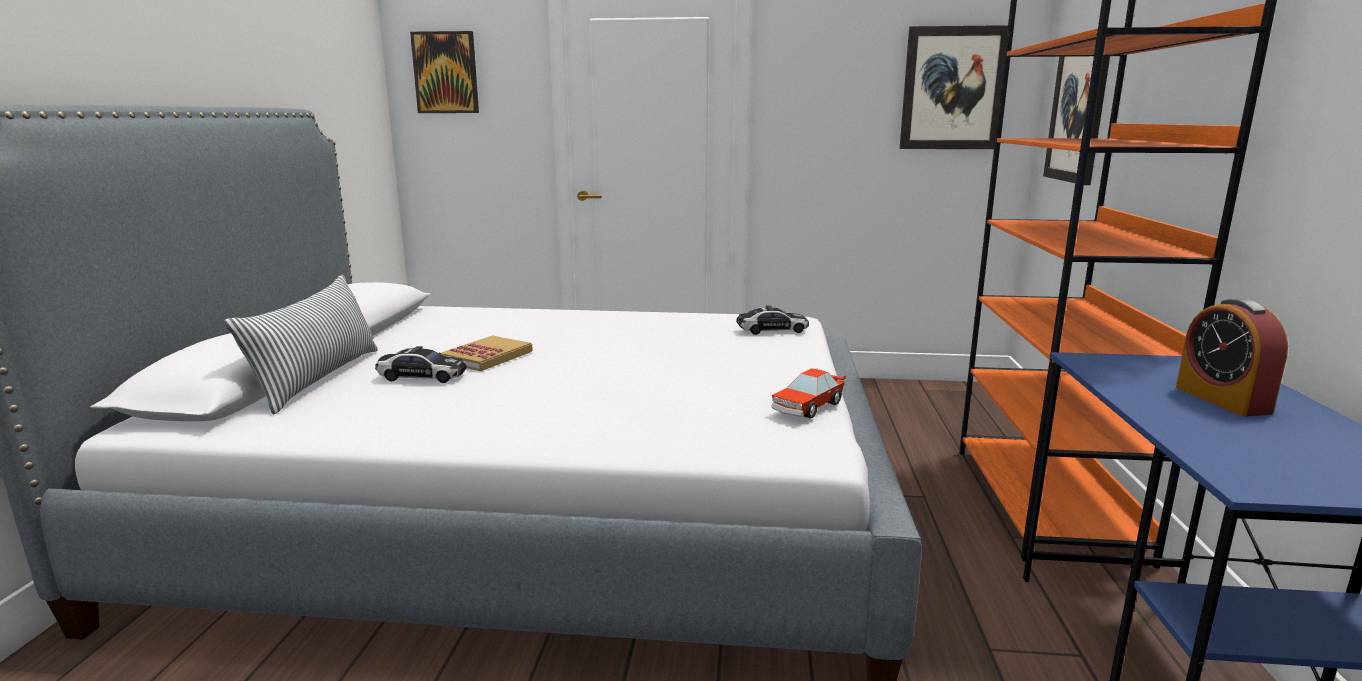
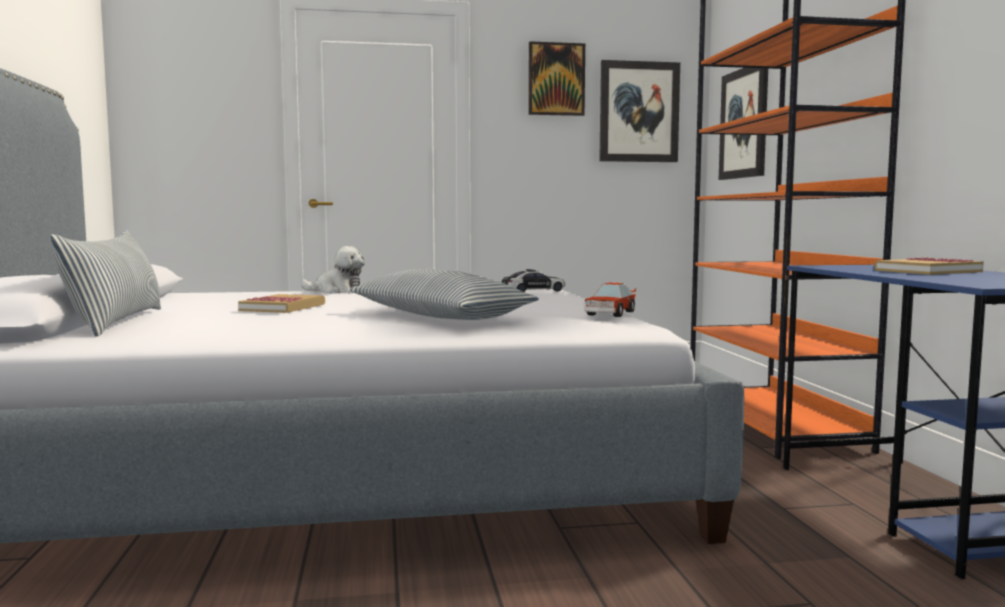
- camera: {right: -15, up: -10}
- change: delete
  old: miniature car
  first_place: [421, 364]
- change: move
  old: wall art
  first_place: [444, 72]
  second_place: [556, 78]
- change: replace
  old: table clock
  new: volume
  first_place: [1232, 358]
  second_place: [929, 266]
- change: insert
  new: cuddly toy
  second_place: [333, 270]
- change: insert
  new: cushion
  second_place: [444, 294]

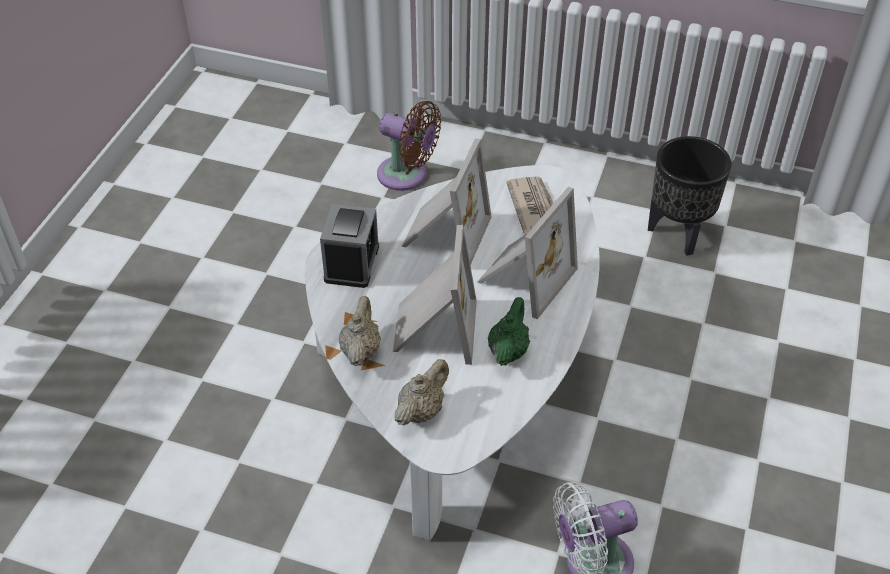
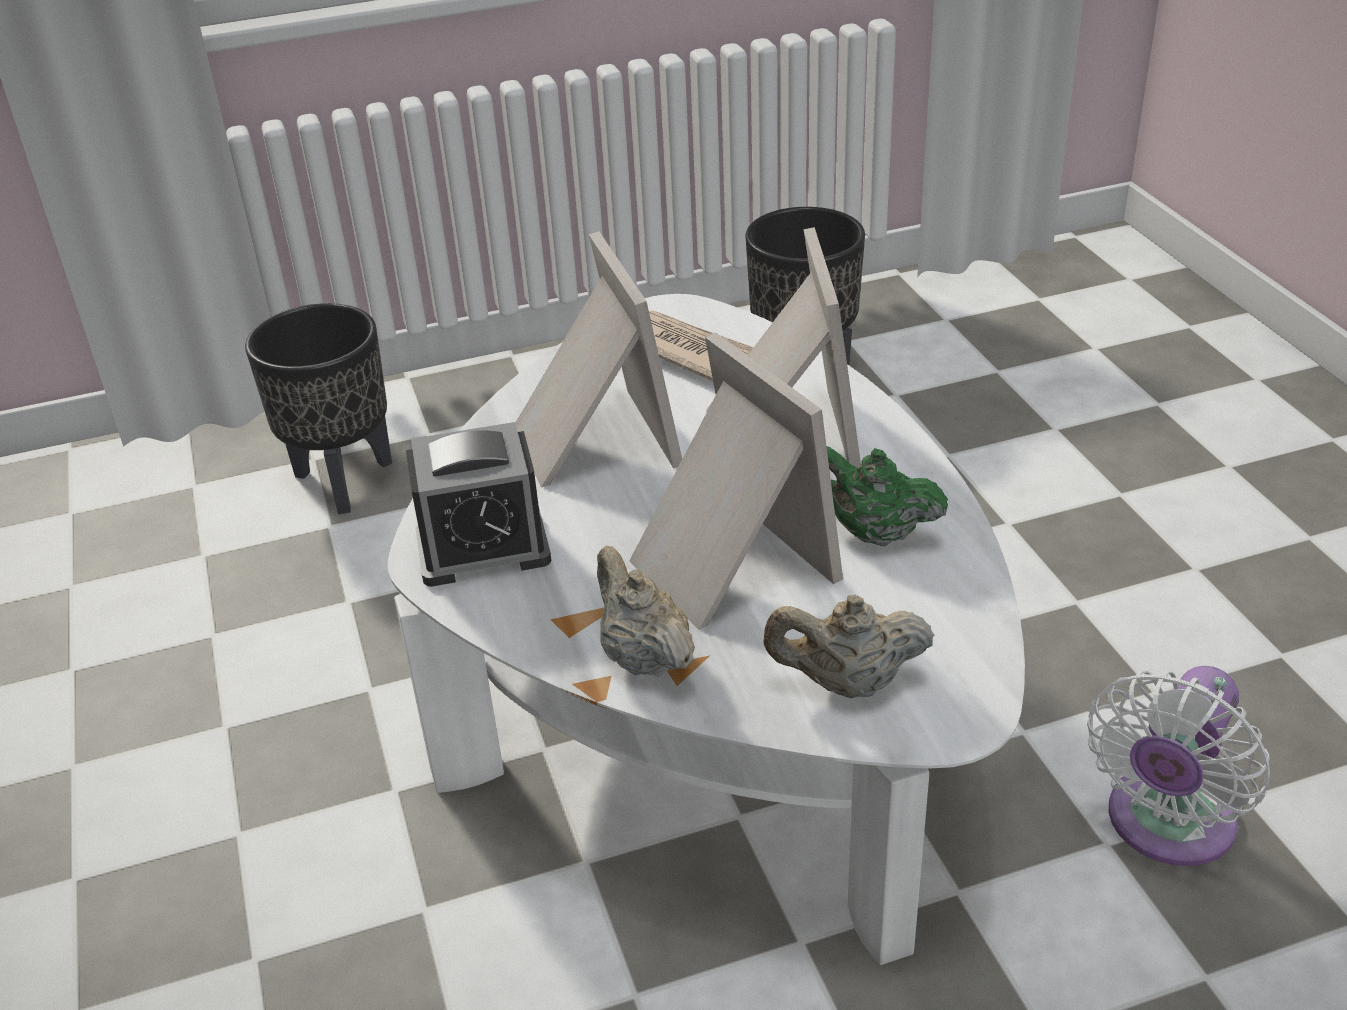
- camera: {right: -35, up: -10}
- change: rotate
  old: table clock
  first_place: [349, 246]
  second_place: [478, 504]
  degrees: 105
- change: replace
  old: cooling fan in brown
  new: flower pot in black-coloured
  first_place: [409, 146]
  second_place: [318, 408]
- change: rotate
  old: teapot in sand-coloured
  first_place: [422, 392]
  second_place: [848, 646]
  degrees: -90
- change: rotate
  old: teapot in green
  first_place: [509, 331]
  second_place: [887, 496]
  degrees: -45

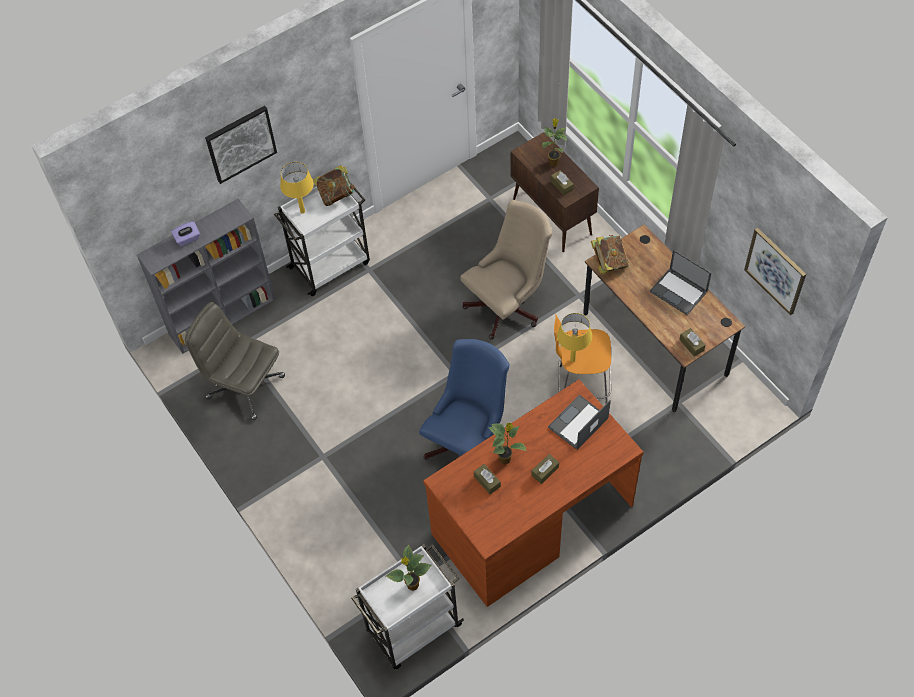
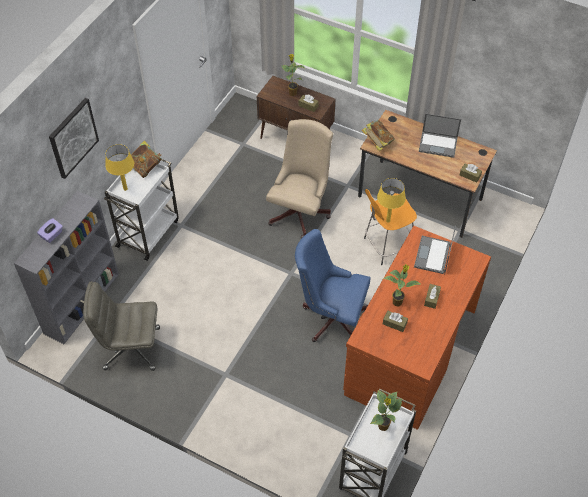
- camera: {right: -30, up: -5}
- change: rotate
  old: computer chair in blue-coloured
  first_place: [464, 399]
  second_place: [333, 285]
  degrees: -75
- change: delete
  old: wall art
  first_place: [775, 272]

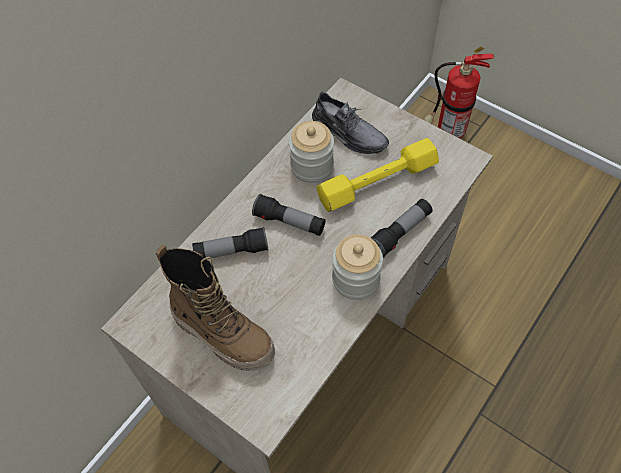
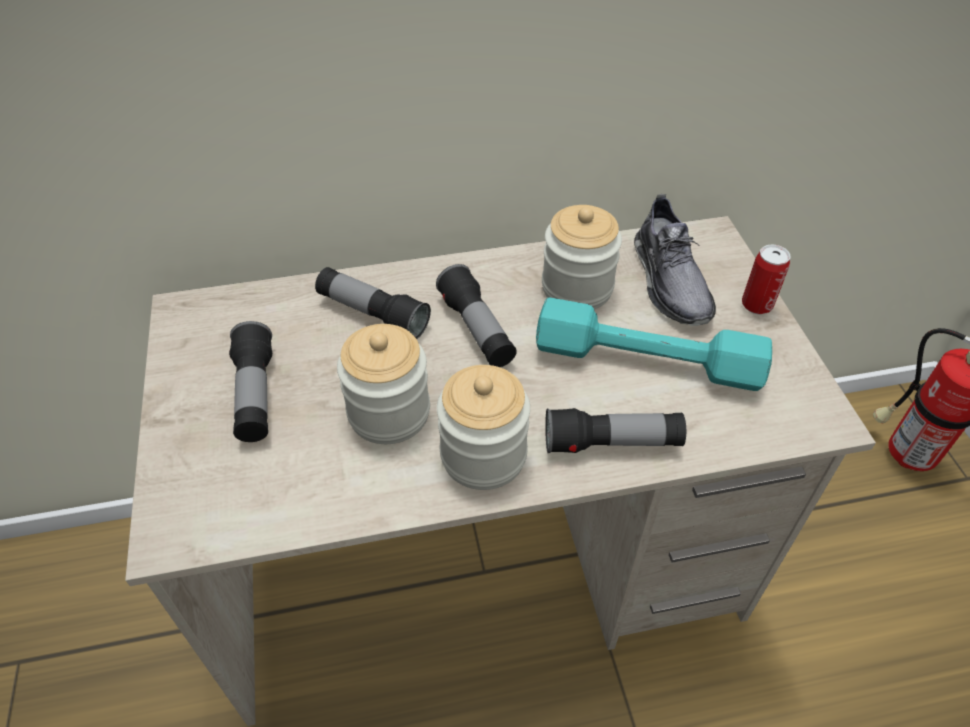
- camera: {right: 40, up: -10}
- change: replace
  old: high-top boot
  new: hand torch
  first_place: [215, 307]
  second_place: [250, 381]
- change: recolor
  old: free weight in yellow-coloured
  new: free weight in turquoise-coloured
  first_place: [377, 175]
  second_place: [654, 344]
- change: insert
  new: storage jar
  second_place: [383, 384]
- change: insert
  new: can
  second_place: [766, 279]

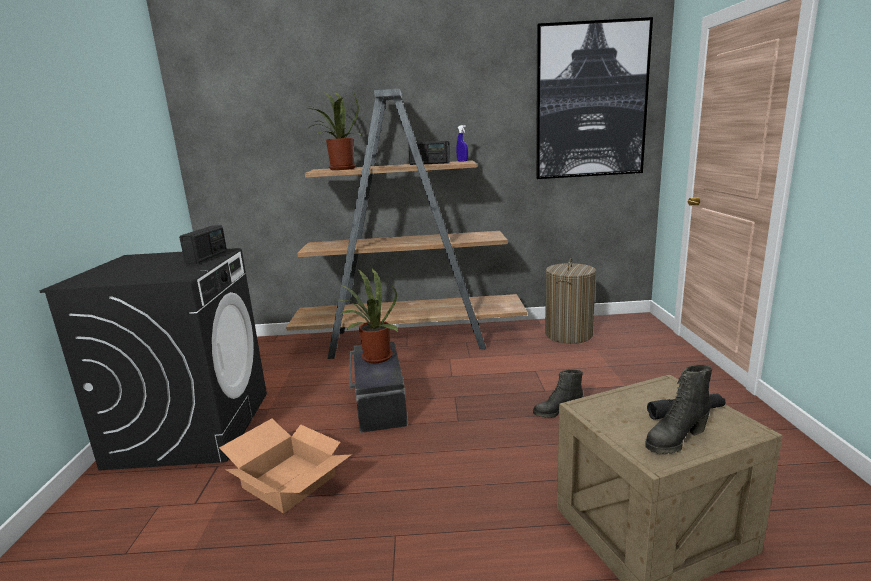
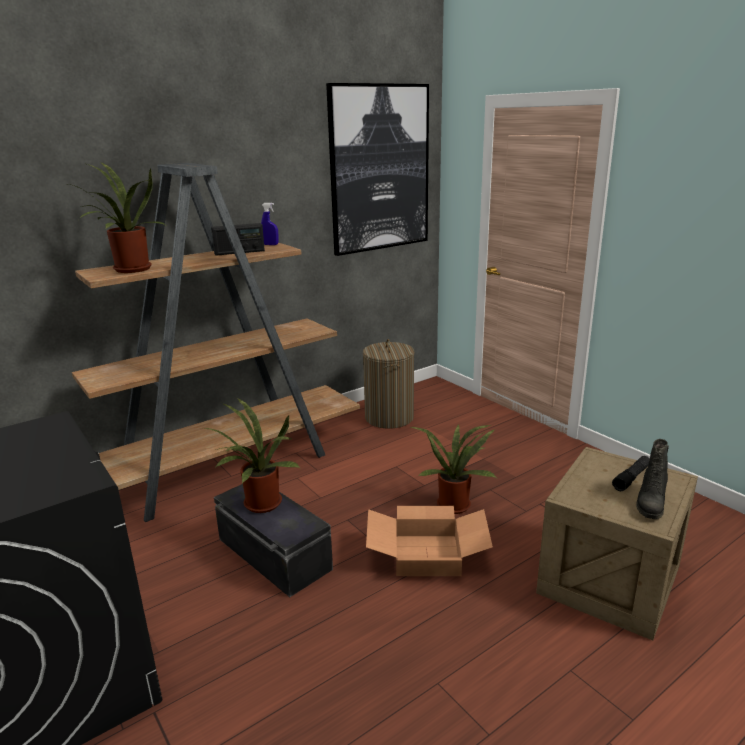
- camera: {right: -35, up: 5}
- change: delete
  old: radio receiver
  first_place: [203, 244]
- change: move
  old: cardboard box
  first_place: [285, 465]
  second_place: [429, 541]
- change: replace
  old: high-top boot in black-coloured
  new: potted plant
  first_place: [558, 393]
  second_place: [453, 469]

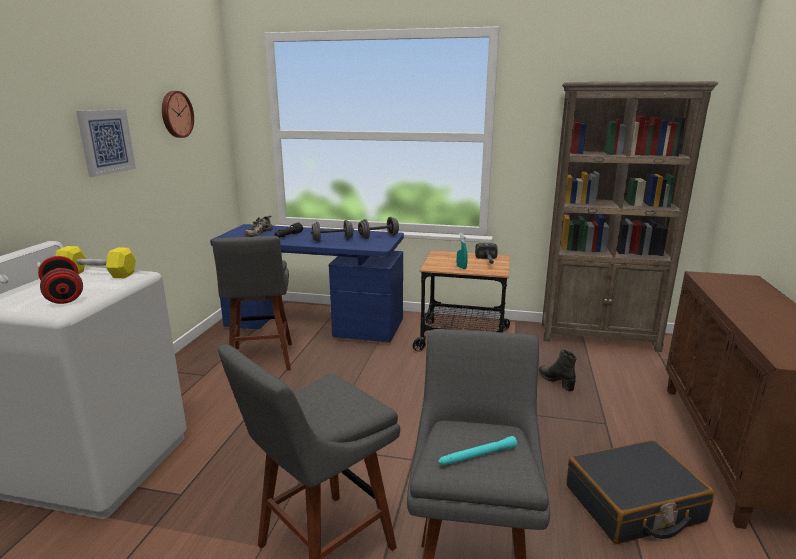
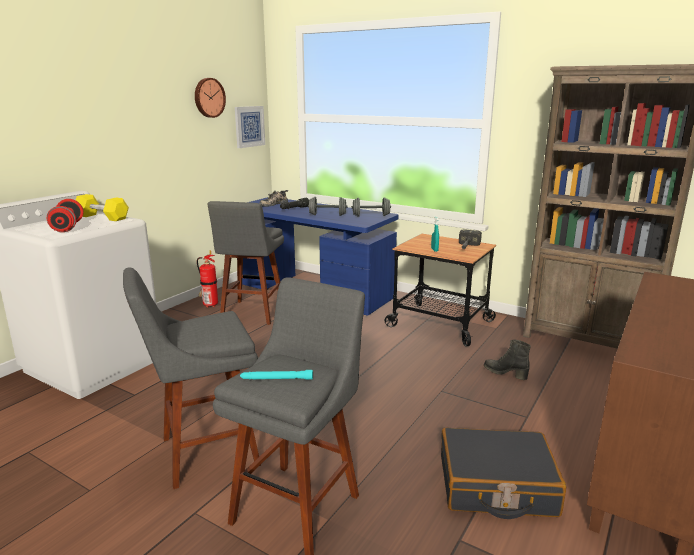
- camera: {right: 20, up: 0}
- change: move
  old: wall art
  first_place: [106, 143]
  second_place: [250, 127]
- change: rotate
  old: high-top boot in black-coloured
  first_place: [557, 370]
  second_place: [507, 360]
  degrees: -45
- change: insert
  new: extinguisher
  second_place: [207, 278]

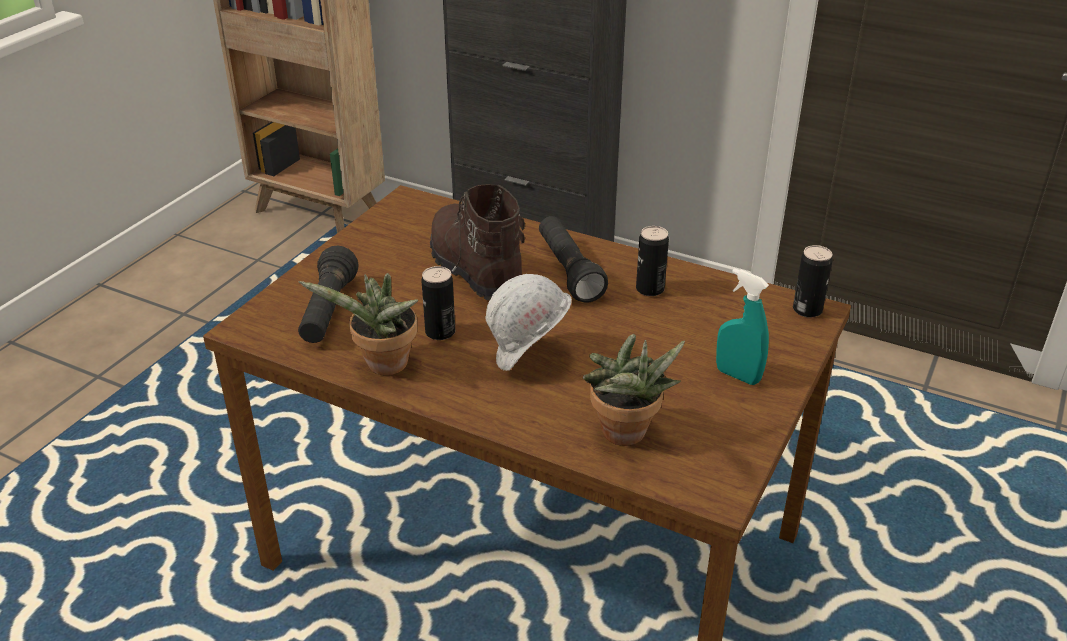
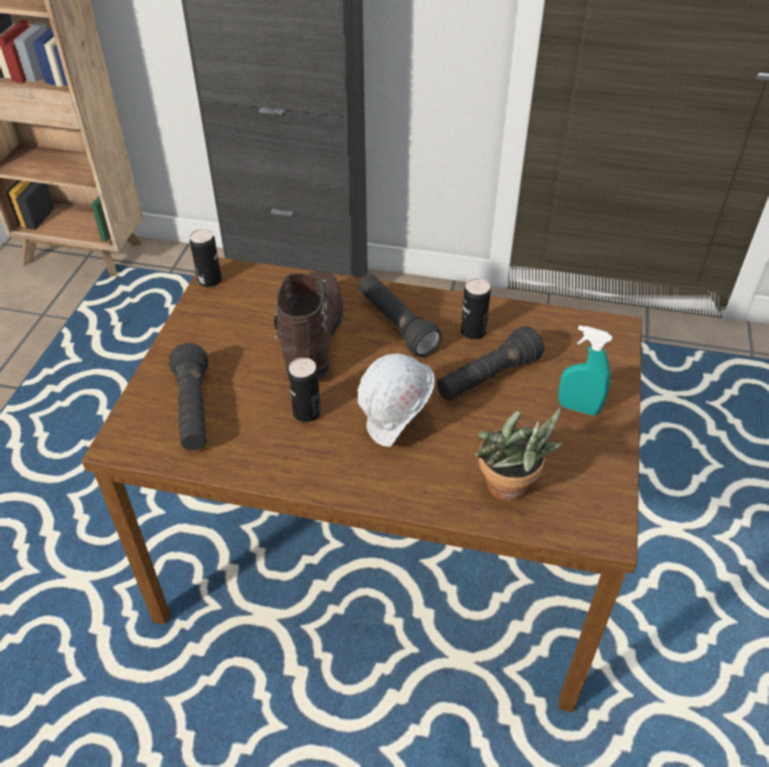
- camera: {right: -15, up: 10}
- change: delete
  old: potted plant
  first_place: [358, 324]
- change: rotate
  old: high-top boot in brown
  first_place: [477, 242]
  second_place: [308, 325]
  degrees: 45
- change: move
  old: can
  first_place: [813, 281]
  second_place: [206, 258]
- change: insert
  new: hand torch in black-coloured
  second_place: [490, 363]

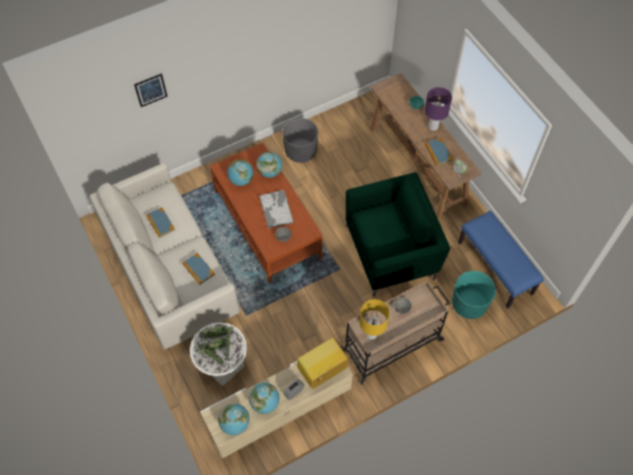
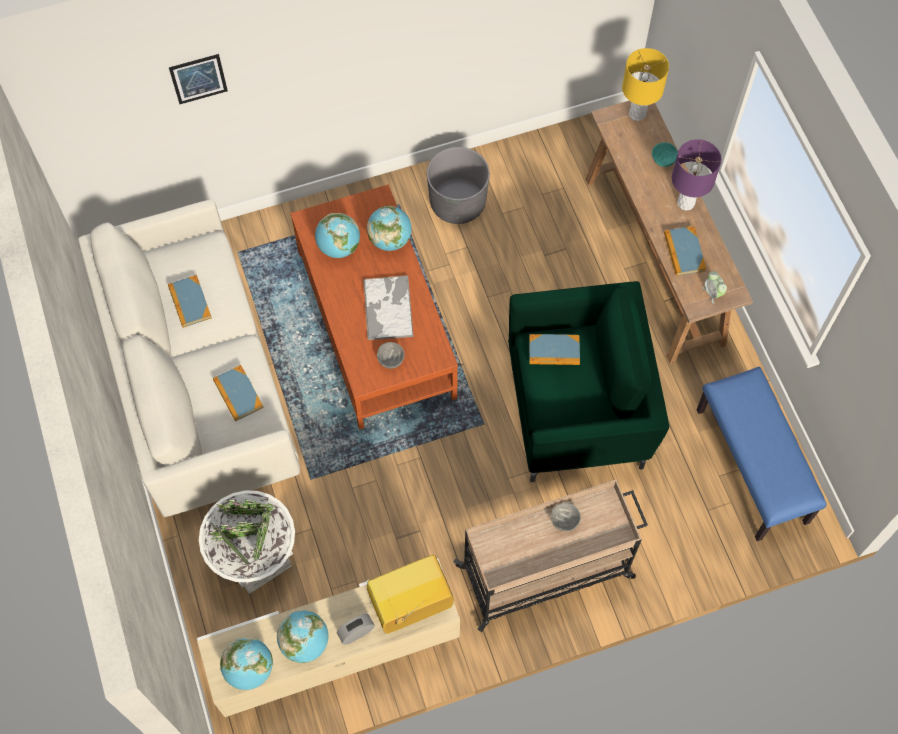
- camera: {right: 10, up: 5}
- change: move
  old: table lamp in yellow-coloured
  first_place: [374, 319]
  second_place: [645, 84]
- change: delete
  old: flower pot in turquoise-coloured
  first_place: [474, 295]
- change: insert
  new: volume
  second_place: [554, 349]

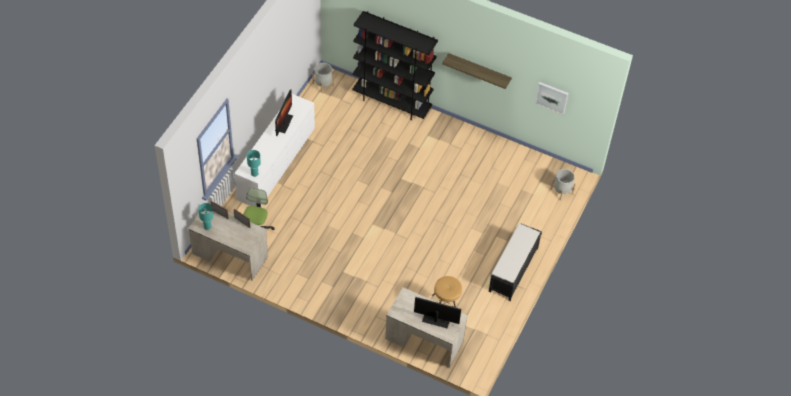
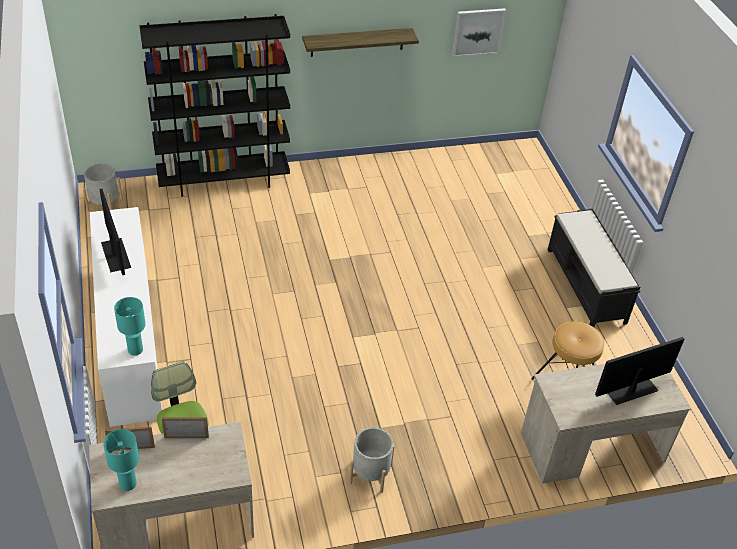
- camera: {right: -40, up: -10}
- change: move
  old: flower pot in grey
  first_place: [563, 184]
  second_place: [372, 460]

